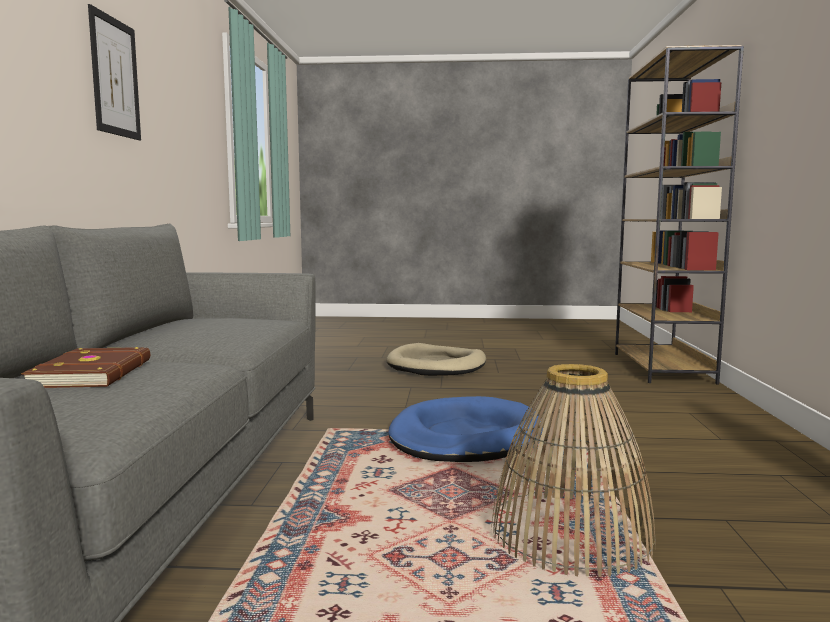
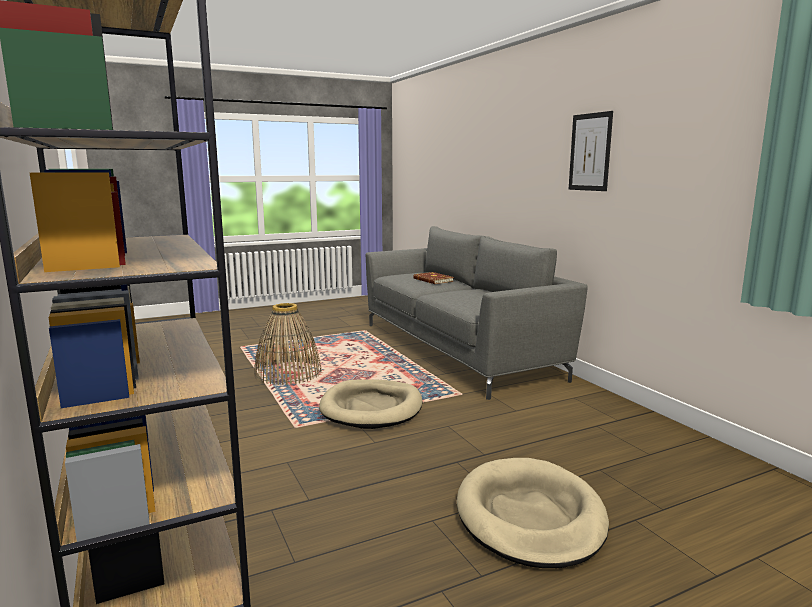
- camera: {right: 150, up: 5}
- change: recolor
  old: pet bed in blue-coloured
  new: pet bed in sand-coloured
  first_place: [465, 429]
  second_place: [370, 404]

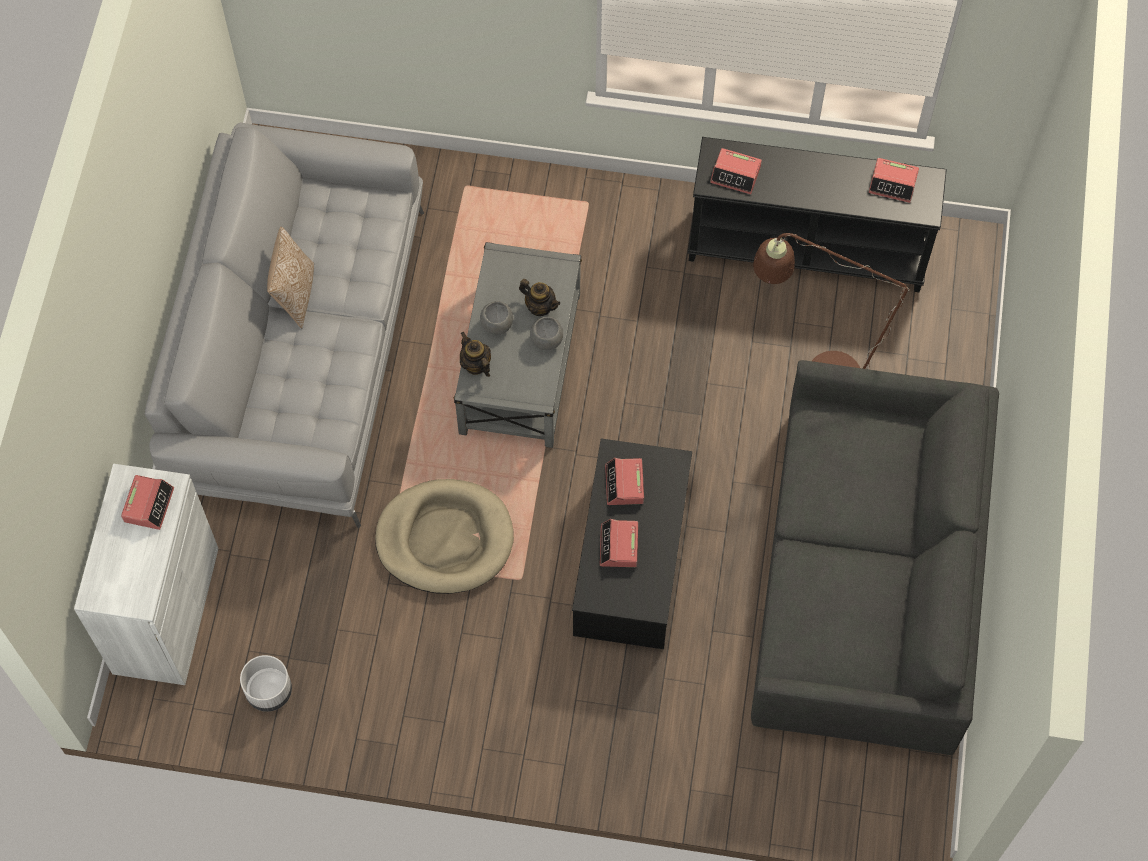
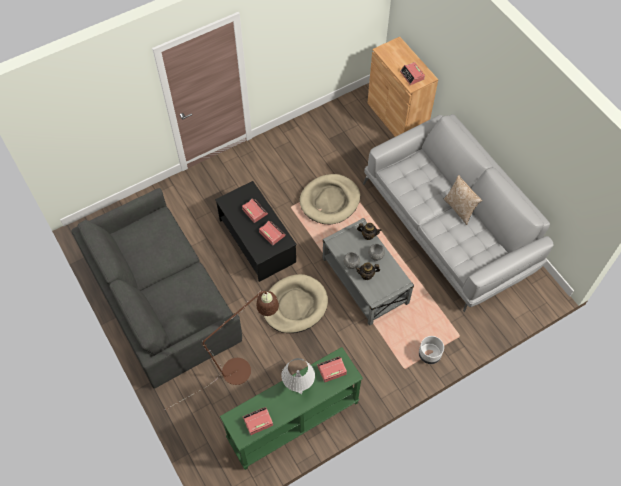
- camera: {right: 140, up: -5}
- change: recolor
  old: cabinet in white-coloured
  new: cabinet in brown
  first_place: [146, 574]
  second_place: [402, 87]
- change: move
  old: flower pot in white-coloured
  first_place: [266, 683]
  second_place: [431, 350]
- change: recolor
  old: console table in black-coloured
  new: console table in green
  first_place: [817, 214]
  second_place: [291, 408]
- change: insert
  new: pet bed in sand-coloured
  second_place: [295, 303]
- change: insert
  new: table lamp in white-coloured
  second_place: [298, 376]

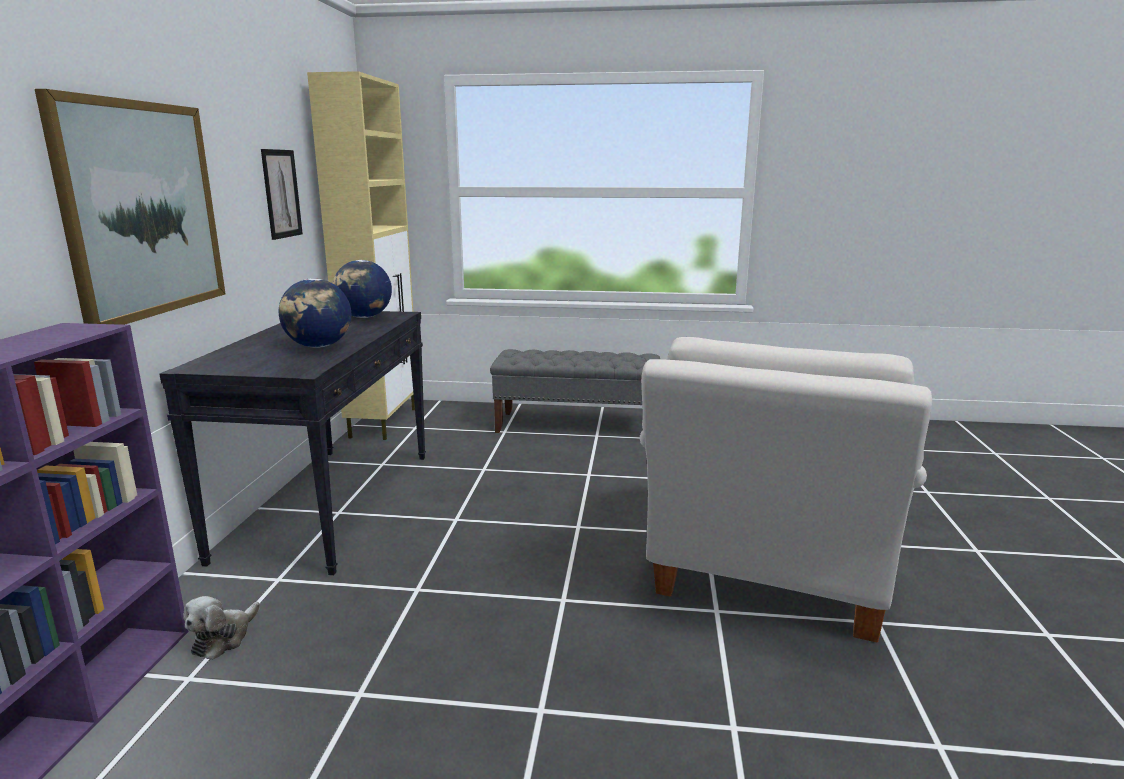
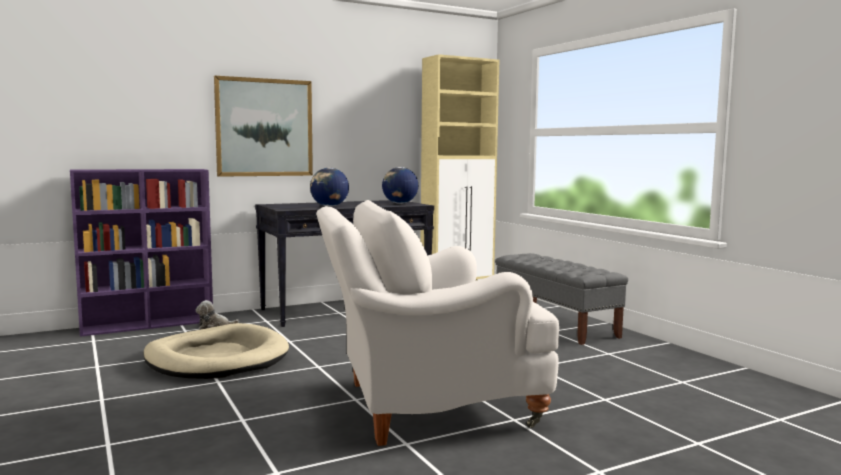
- camera: {right: 55, up: -10}
- change: delete
  old: wall art
  first_place: [282, 194]
- change: insert
  new: pet bed in sand-coloured
  second_place: [216, 351]

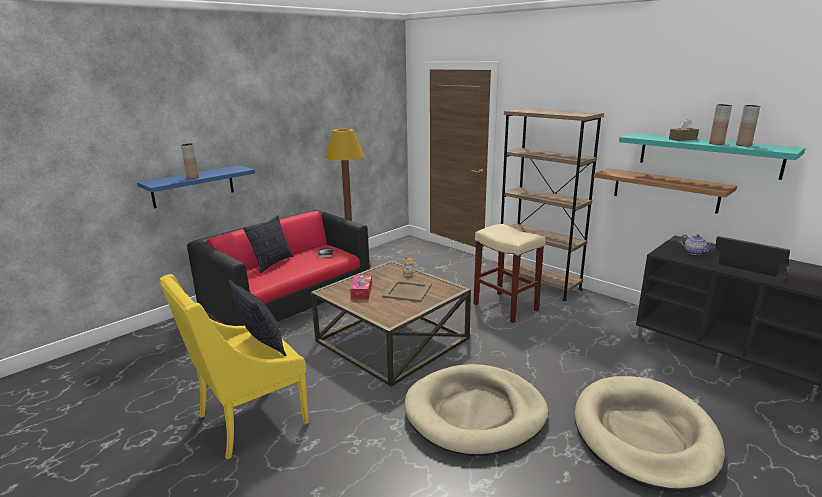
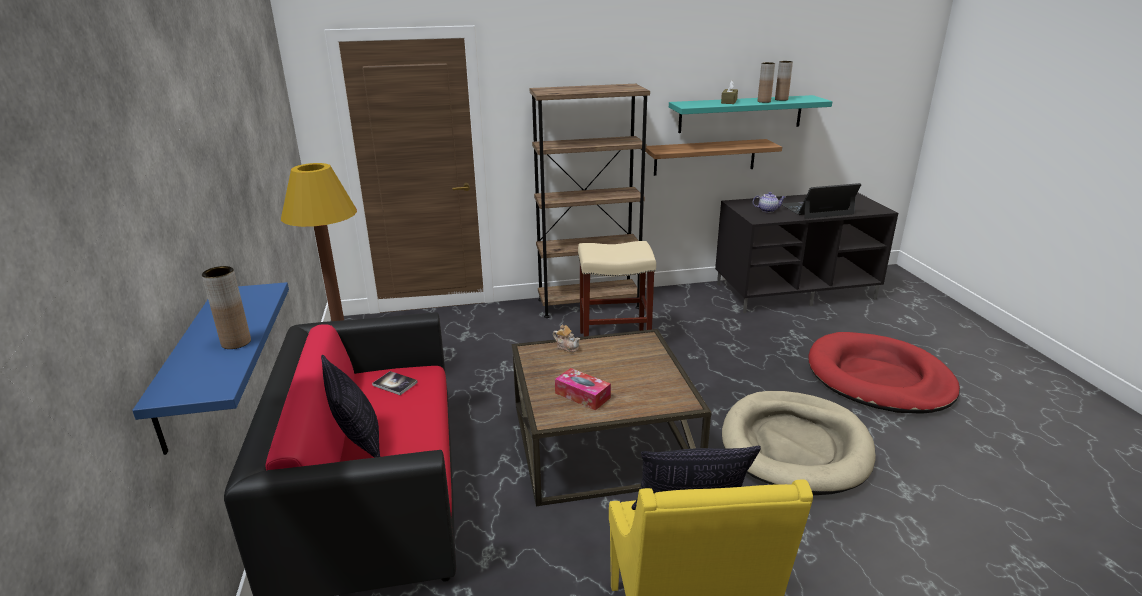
- camera: {right: -55, up: 5}
- change: delete
  old: serving tray in sand-coloured
  first_place: [407, 290]
- change: recolor
  old: pet bed in sand-coloured
  new: pet bed in reddish
  first_place: [650, 434]
  second_place: [884, 373]

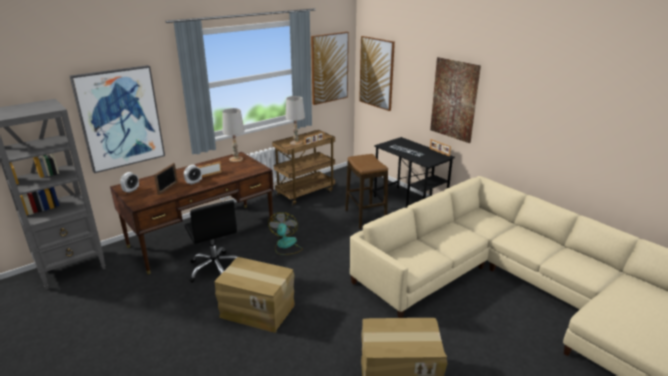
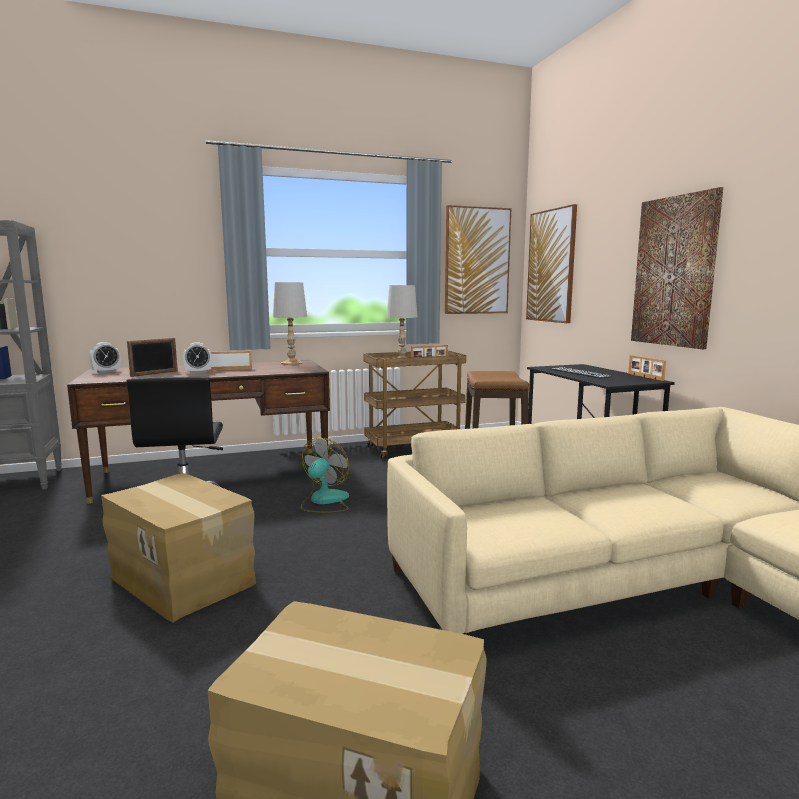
- camera: {right: 20, up: -15}
- change: delete
  old: wall art
  first_place: [117, 119]

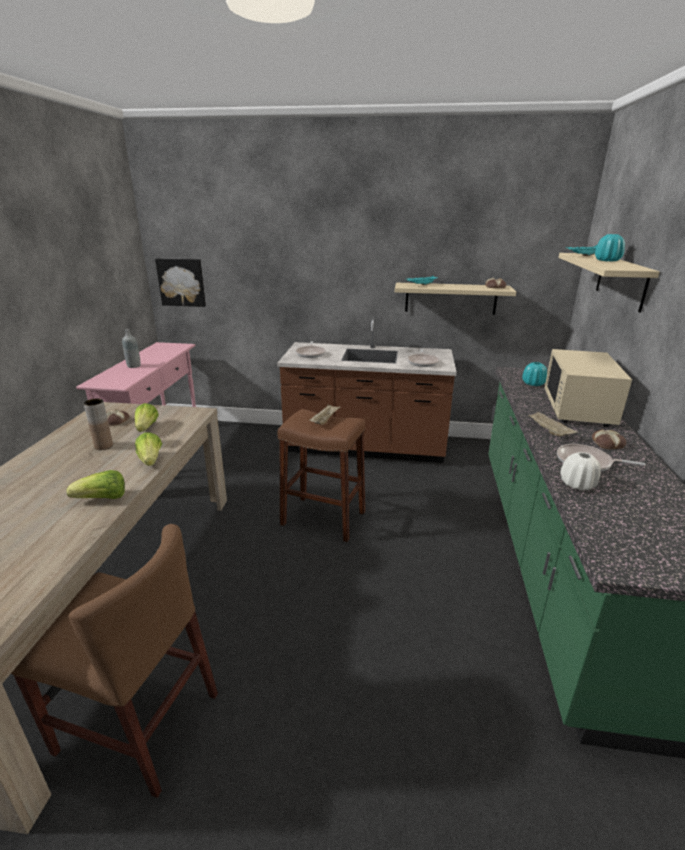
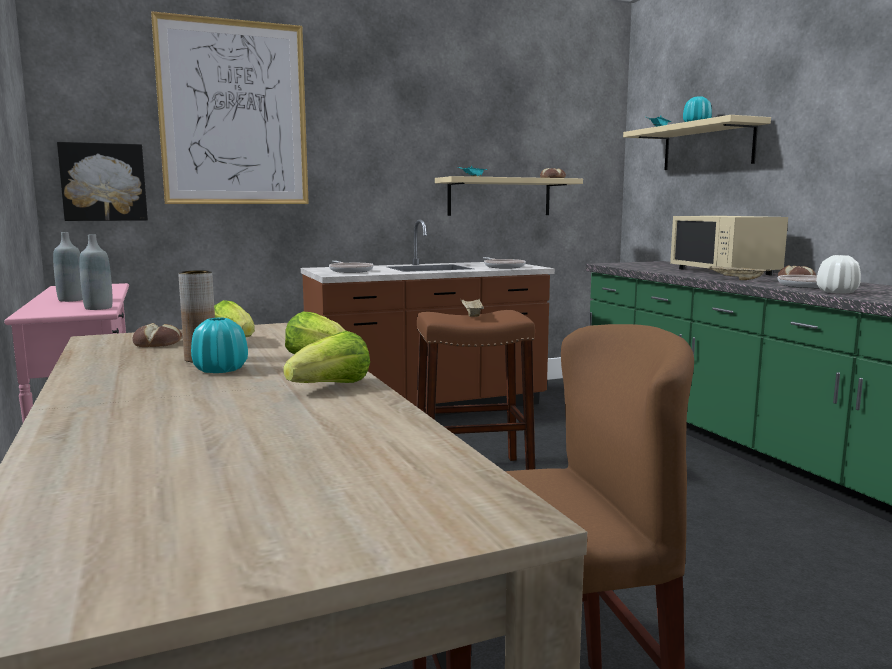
- camera: {right: -30, up: -15}
- change: move
  old: flower vase in turquoise-coloured
  first_place: [534, 374]
  second_place: [219, 345]
- change: insert
  new: bottle in grey
  second_place: [96, 272]
- change: insert
  new: wall art
  second_place: [230, 107]

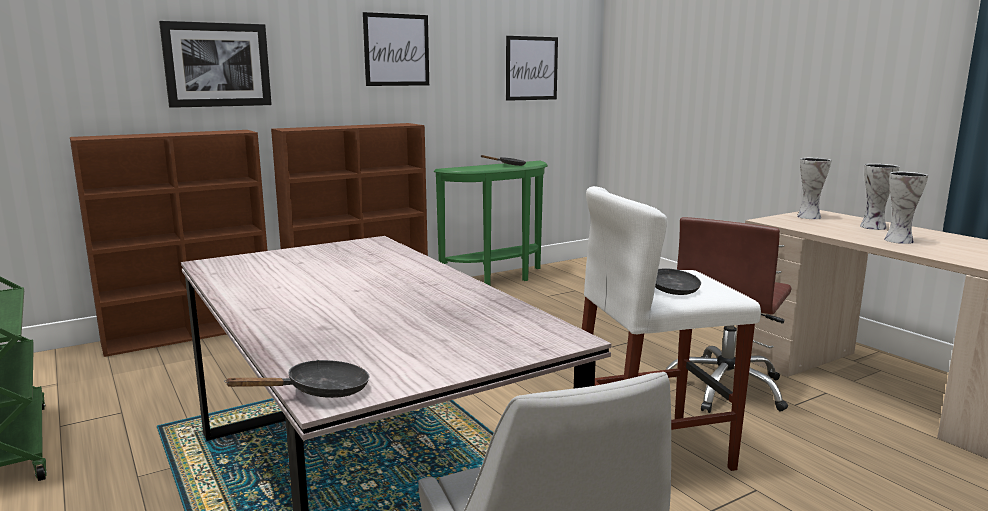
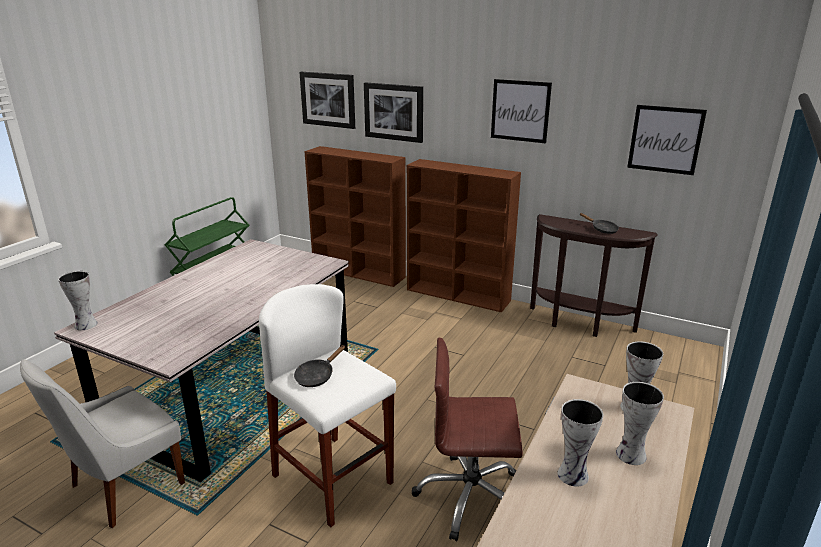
- camera: {right: 60, up: 10}
- change: replace
  old: frying pan in black-coloured
  new: flower vase
  first_place: [297, 379]
  second_place: [78, 300]
- change: recolor
  old: console table in green
  new: console table in brown
  first_place: [491, 223]
  second_place: [594, 275]
- change: insert
  new: wall art
  second_place: [327, 100]

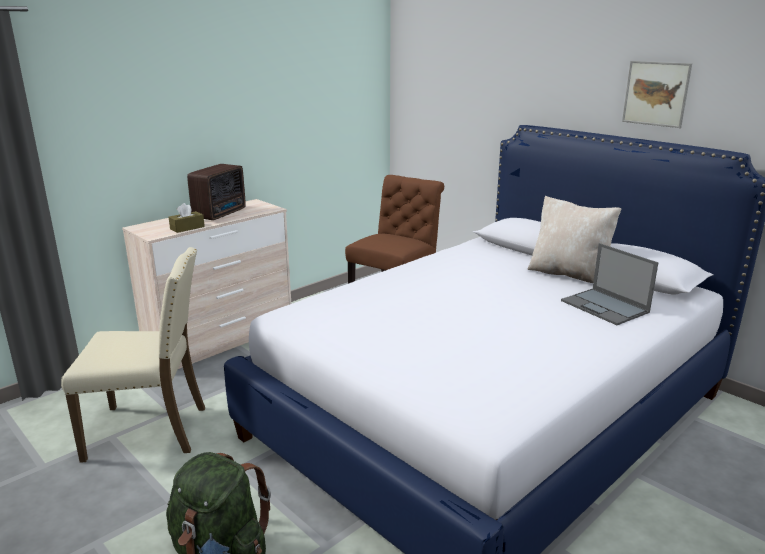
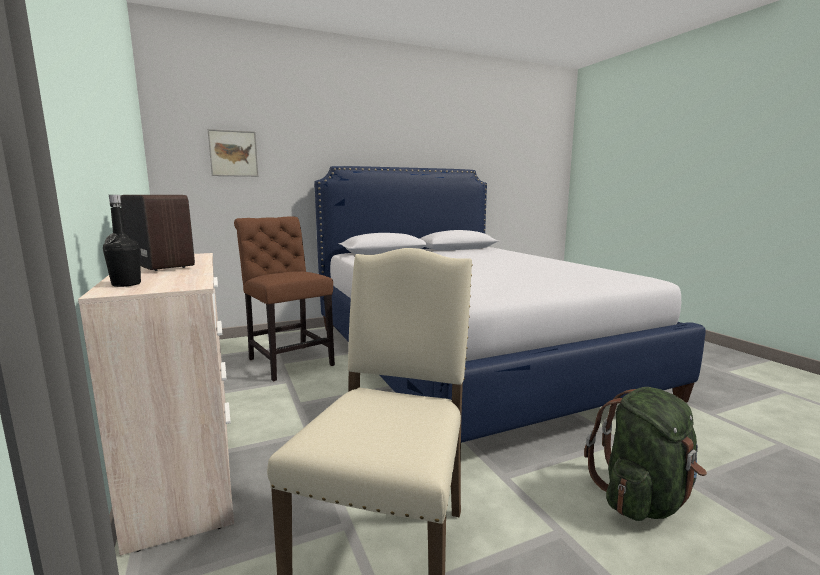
- camera: {right: -70, up: -10}
- change: delete
  old: box of tissues in brown
  first_place: [187, 218]
- change: delete
  old: cushion in sand-coloured
  first_place: [574, 239]
- change: delete
  old: portable computer
  first_place: [610, 284]
- change: move
  old: wall art
  first_place: [657, 94]
  second_place: [233, 153]
- change: insert
  new: bottle in black-coloured
  second_place: [122, 241]

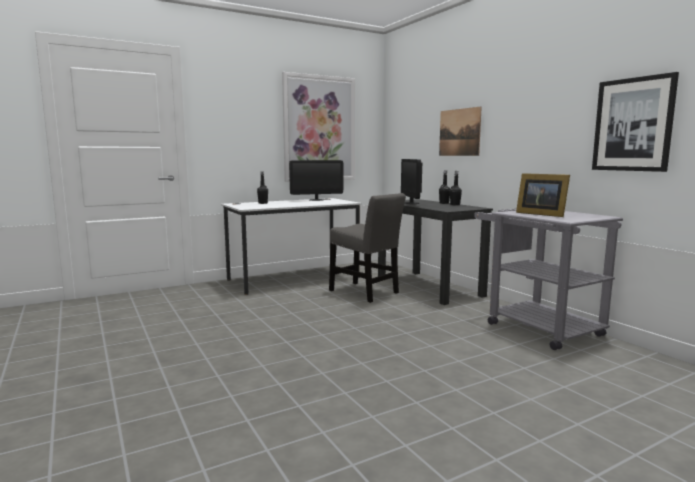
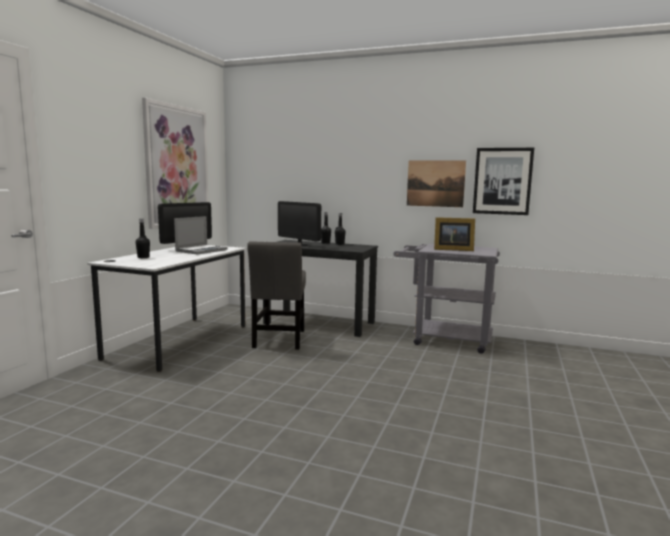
- camera: {right: -40, up: 0}
- change: rotate
  old: plain chair in grey
  first_place: [367, 248]
  second_place: [276, 295]
  degrees: 90
- change: move
  old: wall art
  first_place: [460, 131]
  second_place: [436, 183]
- change: insert
  new: portable computer
  second_place: [201, 235]

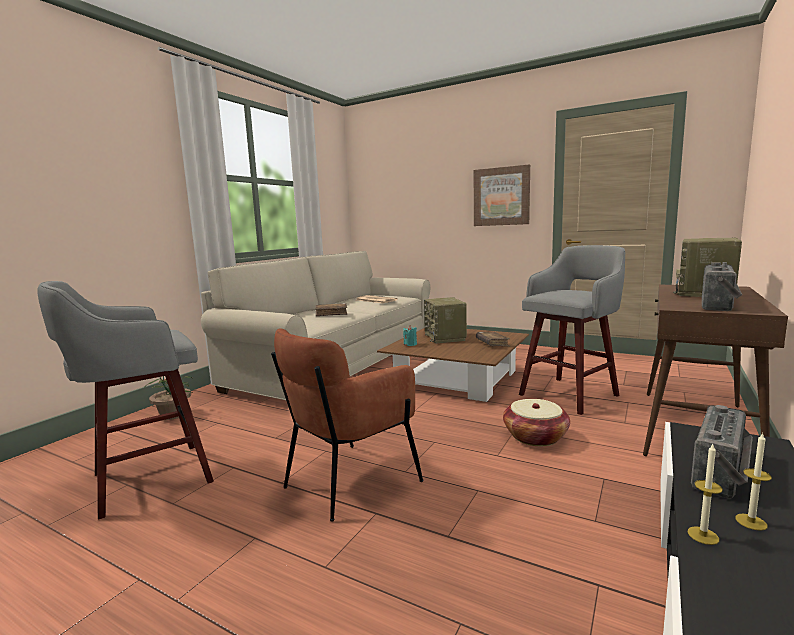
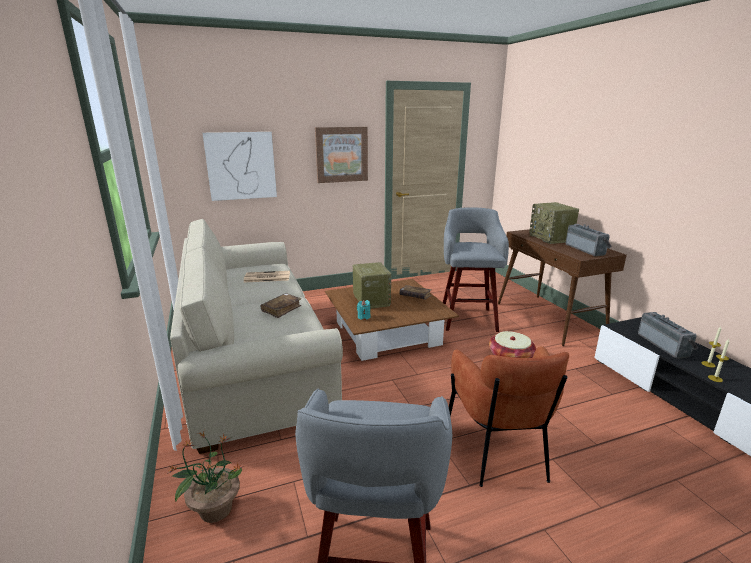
- camera: {right: -50, up: 10}
- change: rotate
  old: radio receiver
  first_place: [445, 320]
  second_place: [372, 285]
  degrees: -135
- change: insert
  new: wall art
  second_place: [239, 166]

